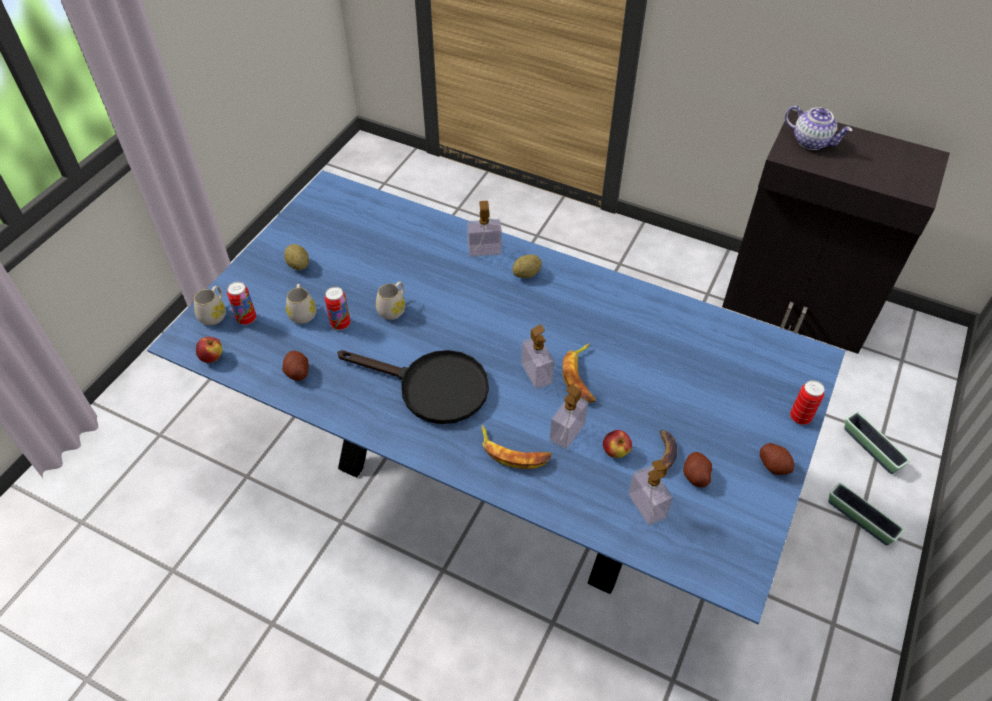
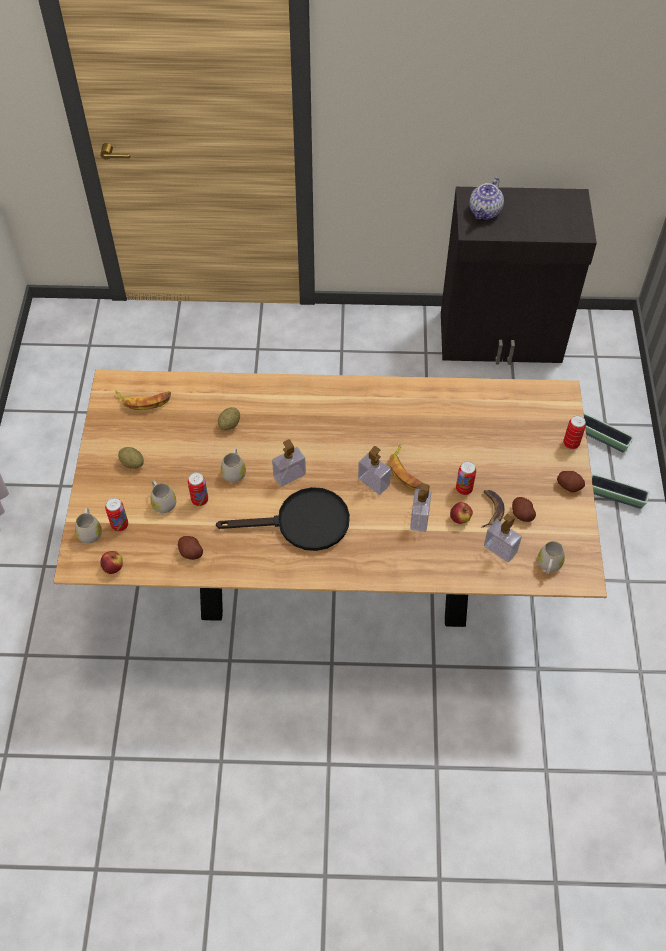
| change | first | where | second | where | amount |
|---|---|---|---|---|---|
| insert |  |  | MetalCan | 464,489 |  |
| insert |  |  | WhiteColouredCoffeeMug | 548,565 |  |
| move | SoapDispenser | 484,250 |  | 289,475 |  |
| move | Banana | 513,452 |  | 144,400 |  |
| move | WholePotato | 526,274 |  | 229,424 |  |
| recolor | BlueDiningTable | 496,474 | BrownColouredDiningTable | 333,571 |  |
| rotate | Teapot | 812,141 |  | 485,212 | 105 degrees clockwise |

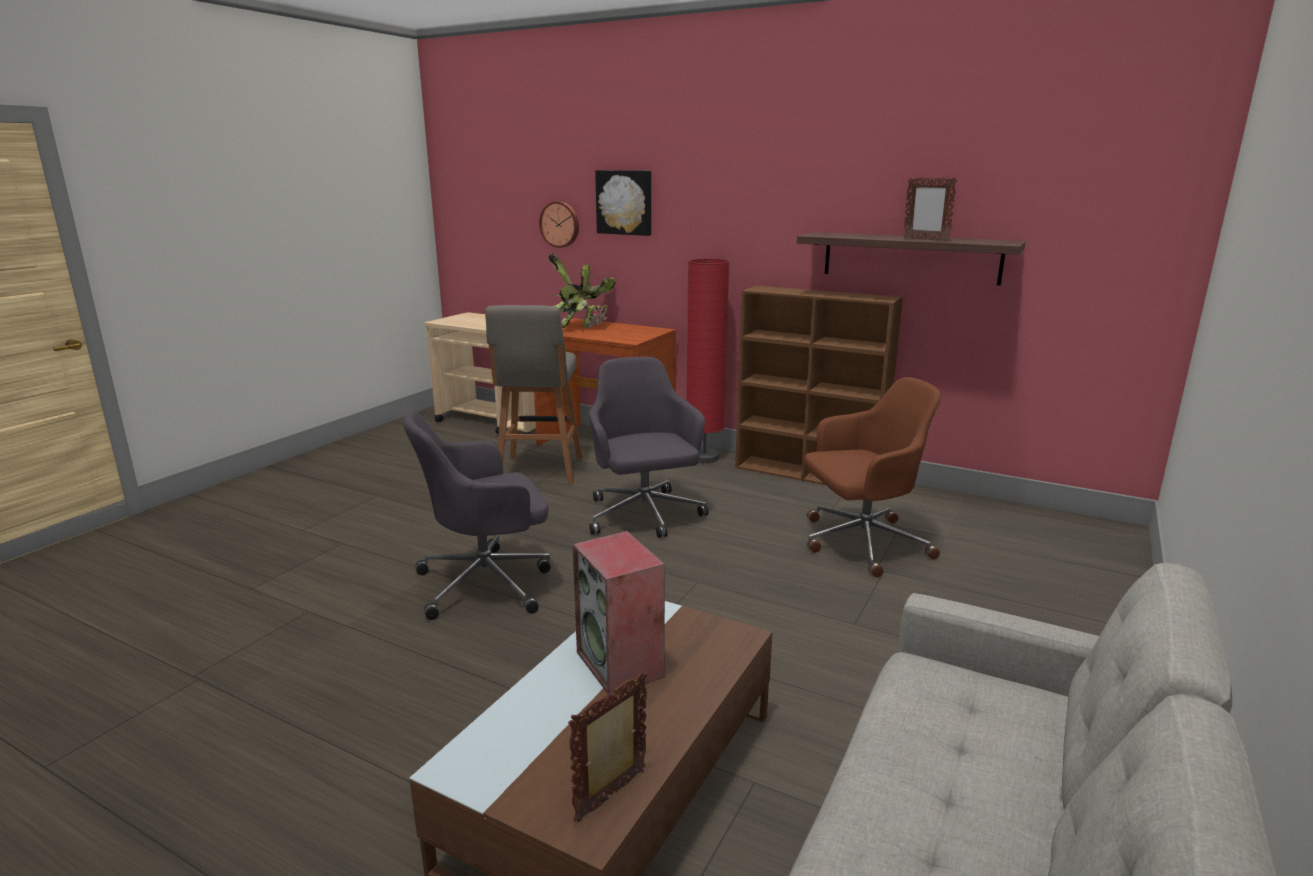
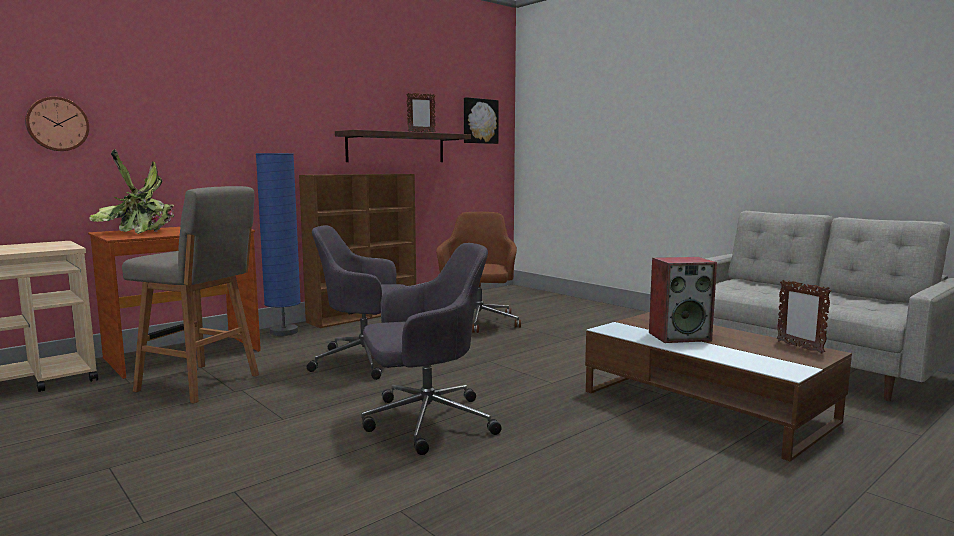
| change | first | where | second | where | amount |
|---|---|---|---|---|---|
| move | Picture | 625,202 |  | 479,121 |  |
| recolor | RedStandingLamp | 704,457 | BlueStandingLamp | 284,332 |  |
| rotate | GrayComputerChair | 488,583 |  | 425,421 | 105 degrees counterclockwise |

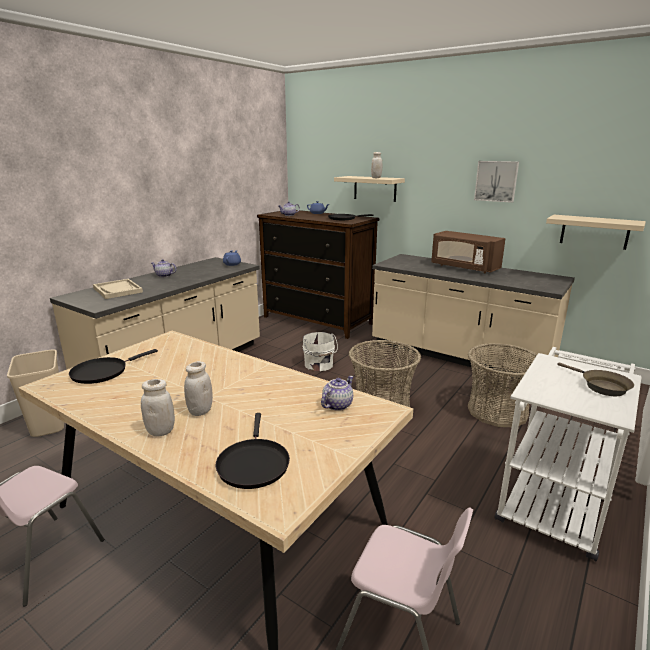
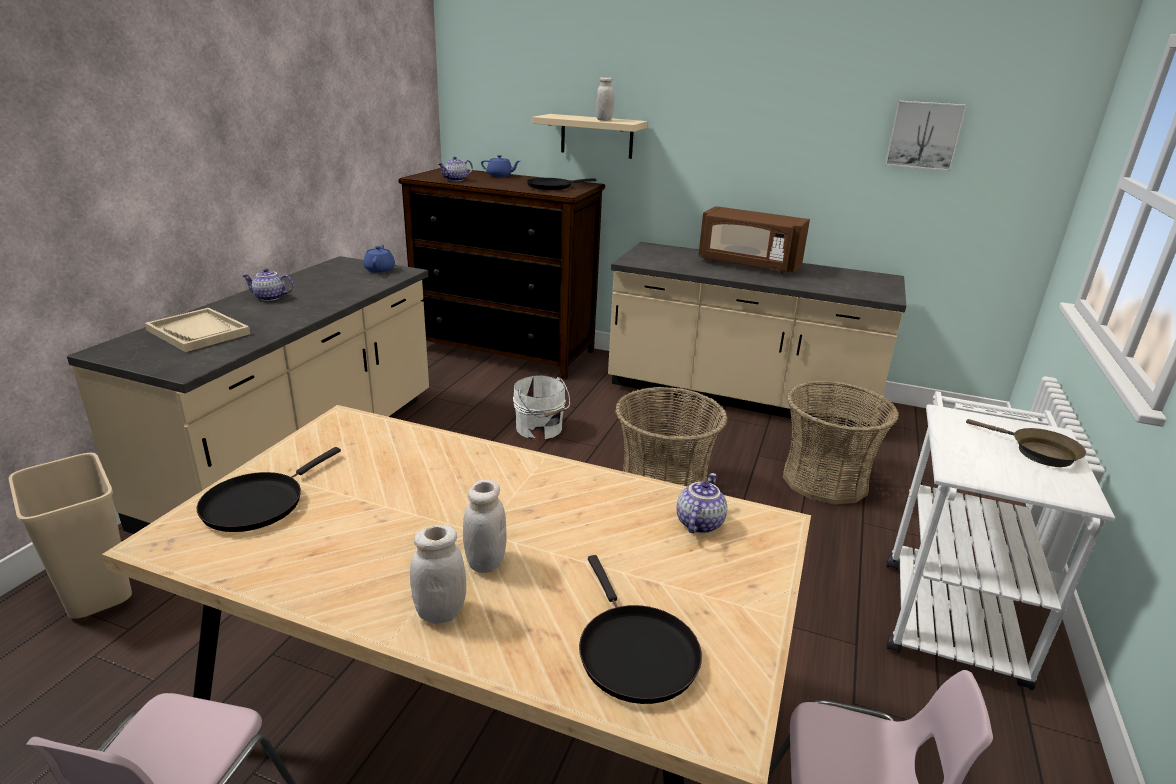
| change | first | where | second | where | amount |
|---|---|---|---|---|---|
| delete | SandColouredShelf | 594,232 |  |  |  |
| move | Picture | 496,181 |  | 924,135 |  |

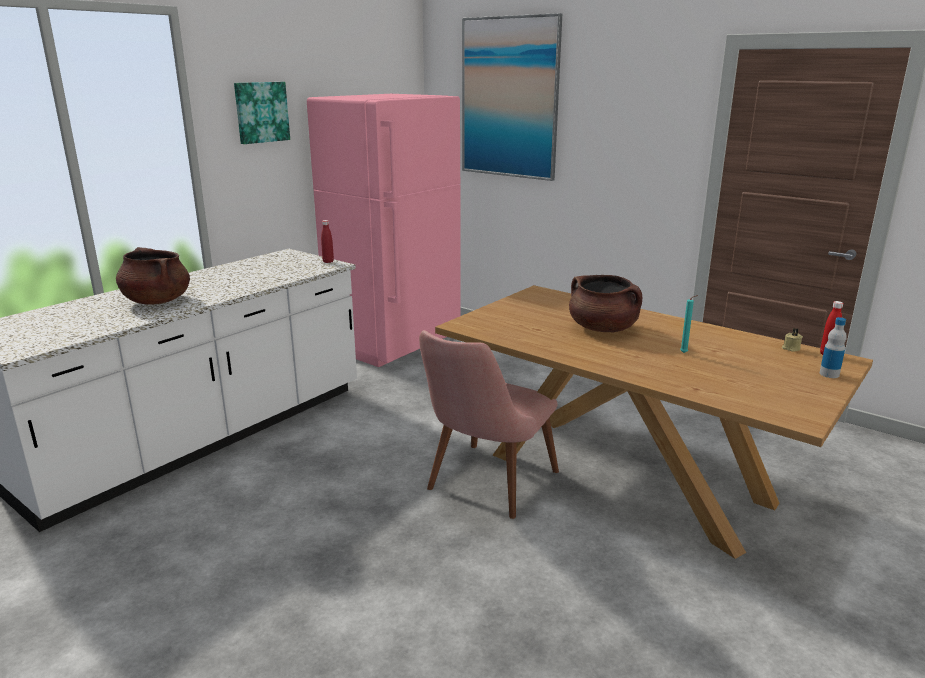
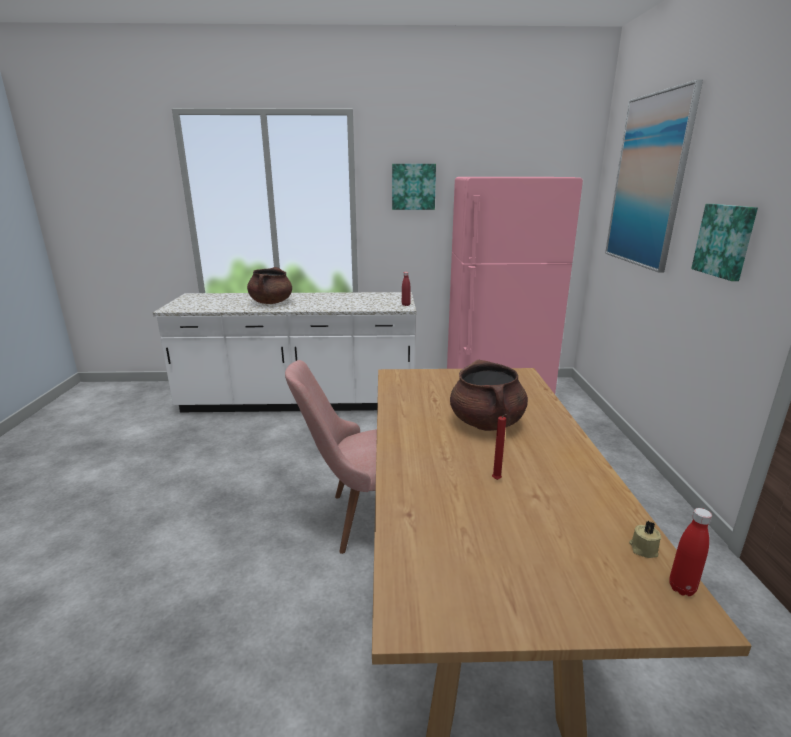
| change | first | where | second | where | amount |
|---|---|---|---|---|---|
| delete | DrinkBottle | 829,374 |  |  |  |
| insert |  |  | Picture | 725,241 |  |
| recolor | BlueGreenWaxCandle | 685,353 | RedWaxCandle | 497,480 |  |

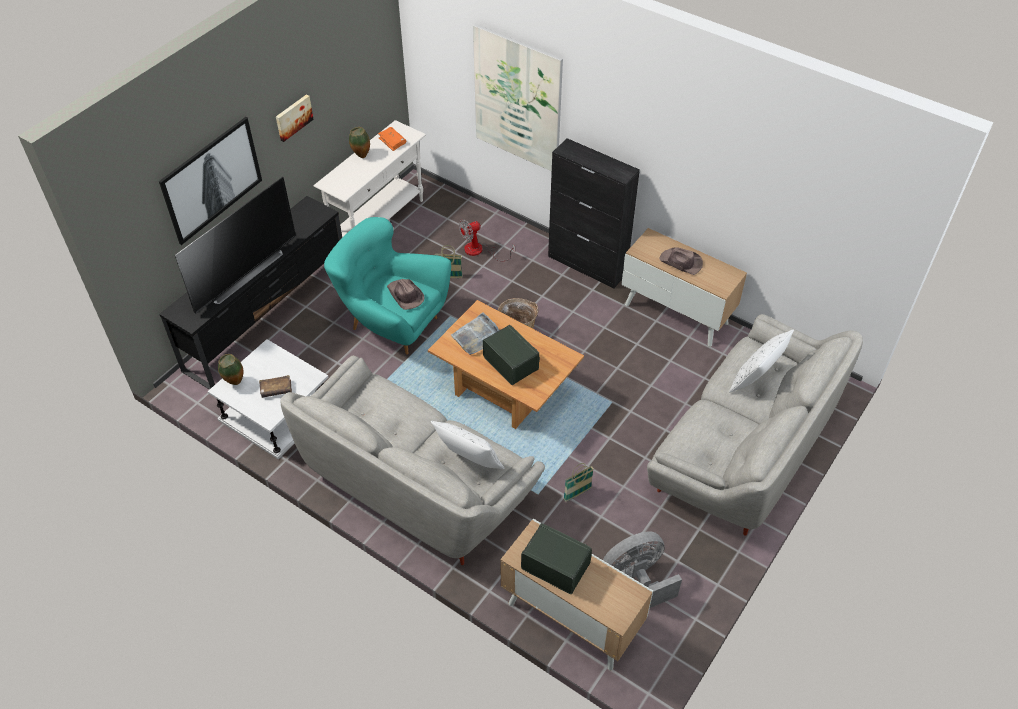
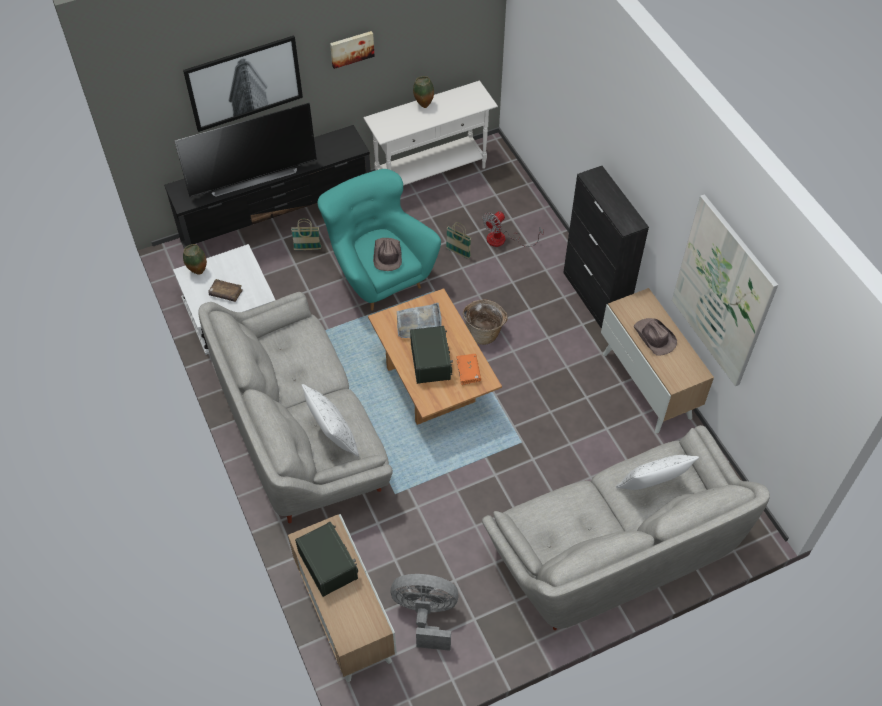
| change | first | where | second | where | amount |
|---|---|---|---|---|---|
| move | OrangeVolume | 392,141 |  | 468,371 |  |
| move | Picture | 517,99 |  | 722,292 |  |
| move | HouseholdBasket | 577,494 |  | 307,248 |  |
| rotate | CoolingFan | 480,251 |  | 503,240 | 45 degrees counterclockwise |

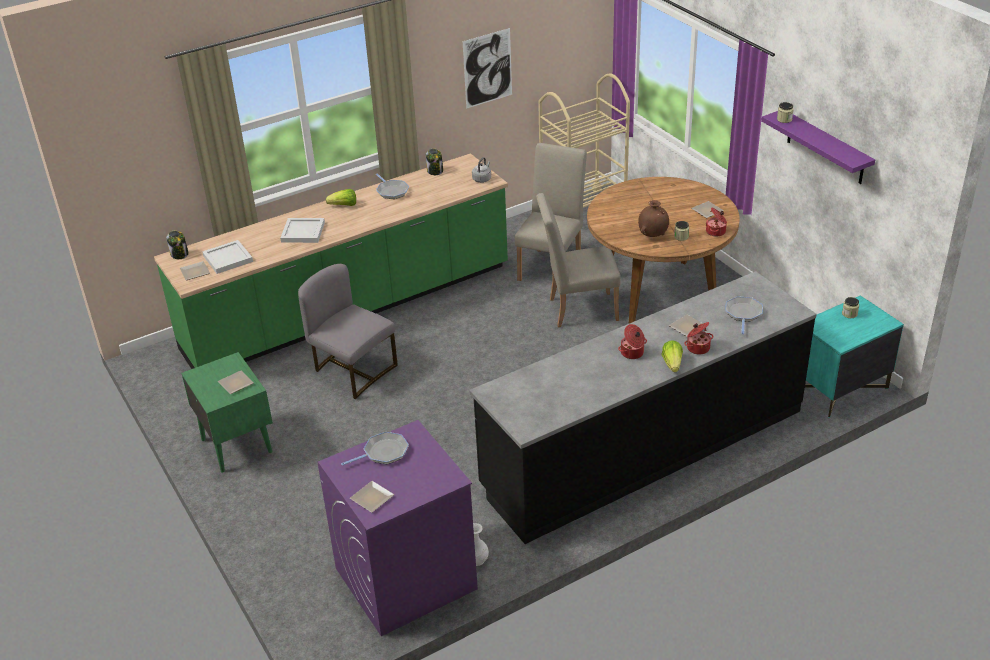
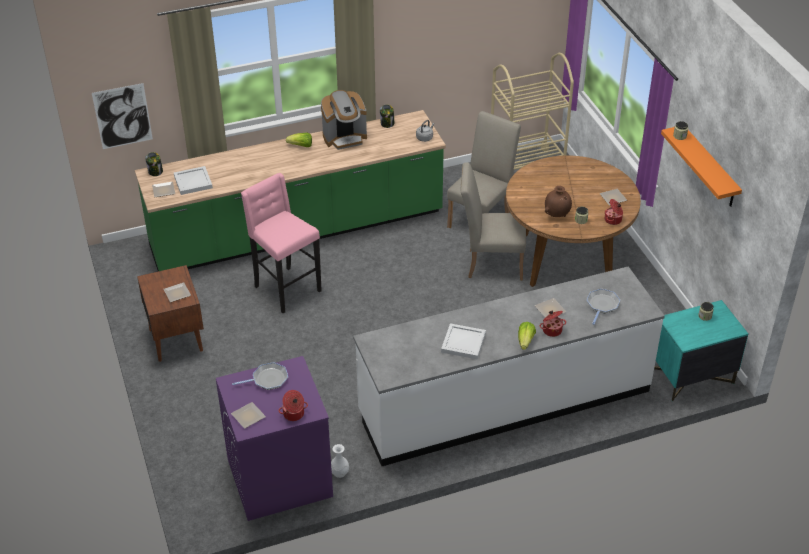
| change | first | where | second | where | amount |
|---|---|---|---|---|---|
| move | WhiteColouredCarryingTray | 303,232 |  | 464,342 |  |
| move | Picture | 487,68 |  | 122,116 |  |
| move | CookingPot | 632,353 |  | 294,414 |  |
| replace | GrayUprightChair | 353,370 | PinkColouredStoolSeat | 286,289 |  |
| replace | Pan | 392,191 | CoffeeMachine | 345,138 |  |
| recolor | GreenishBedsideTable | 237,444 | BrownColouredBedsideTable | 176,339 |  |
| recolor | BlackCounter | 643,449 | WhiteColouredCounter | 504,401 |  |
| recolor | PurpleColouredShelf | 825,147 | OrangeShelf | 709,167 |  |

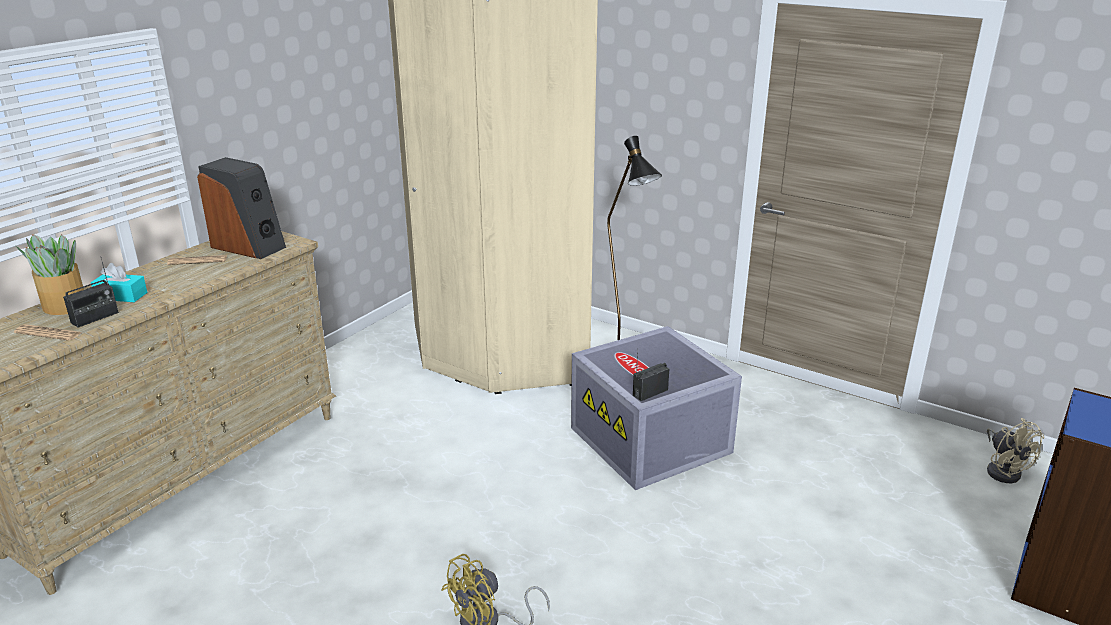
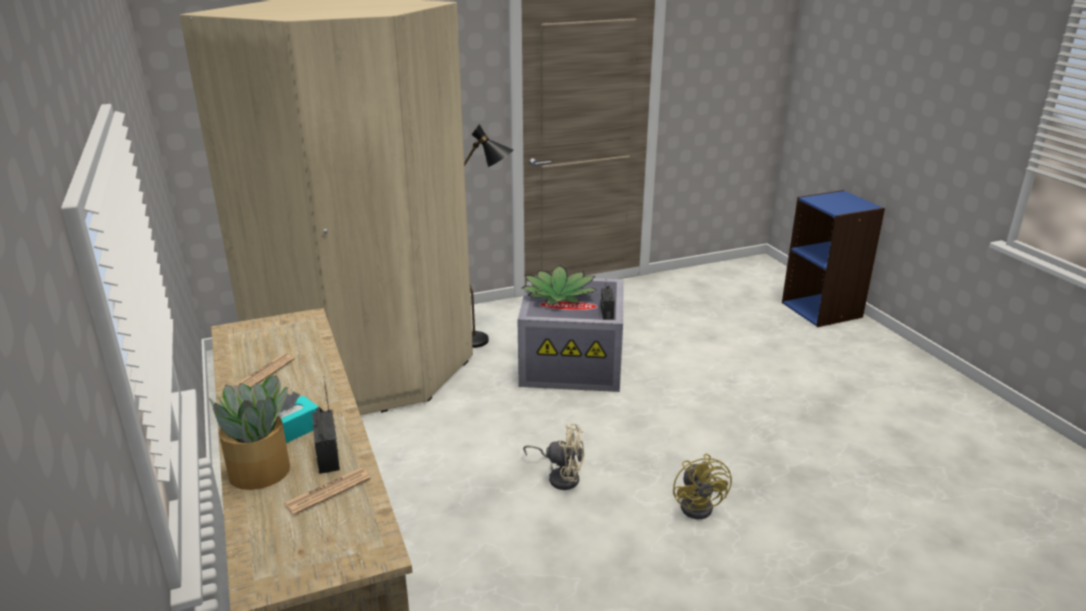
| change | first | where | second | where | amount |
|---|---|---|---|---|---|
| delete | Speaker | 249,246 |  |  |  |
| insert |  |  | PlantInAPot | 559,295 |  |
| move | SandColouredCoolingFan | 1003,470 |  | 560,476 |  |

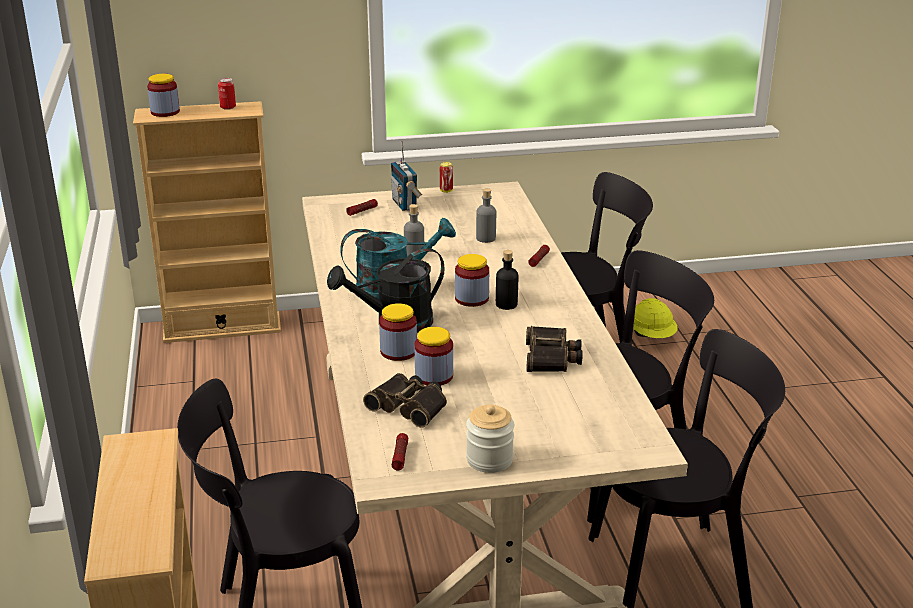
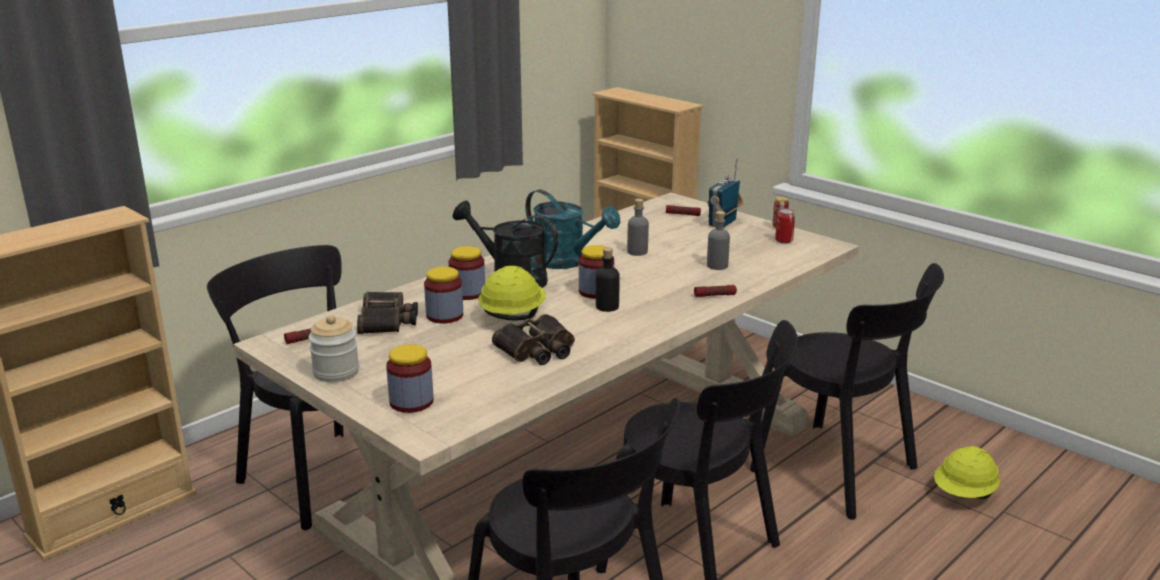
| change | first | where | second | where | amount |
|---|---|---|---|---|---|
| insert |  |  | YellowishHardHat | 512,317 |  |
| move | StorageJar | 165,112 |  | 411,402 |  |
| move | MetalCan | 228,107 |  | 783,241 |  |

